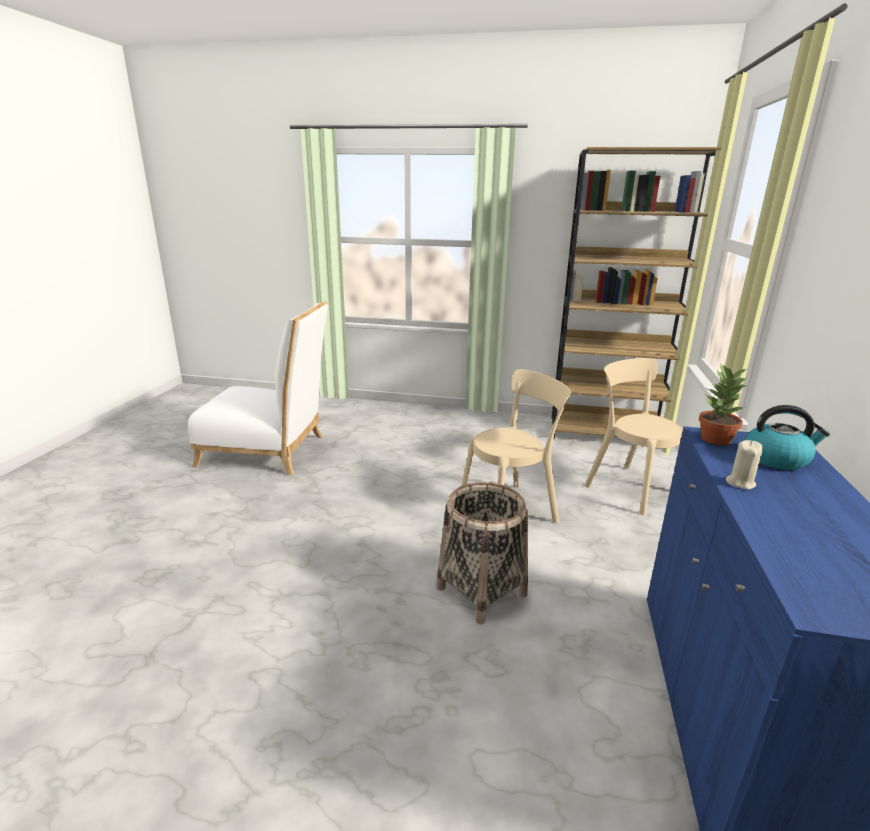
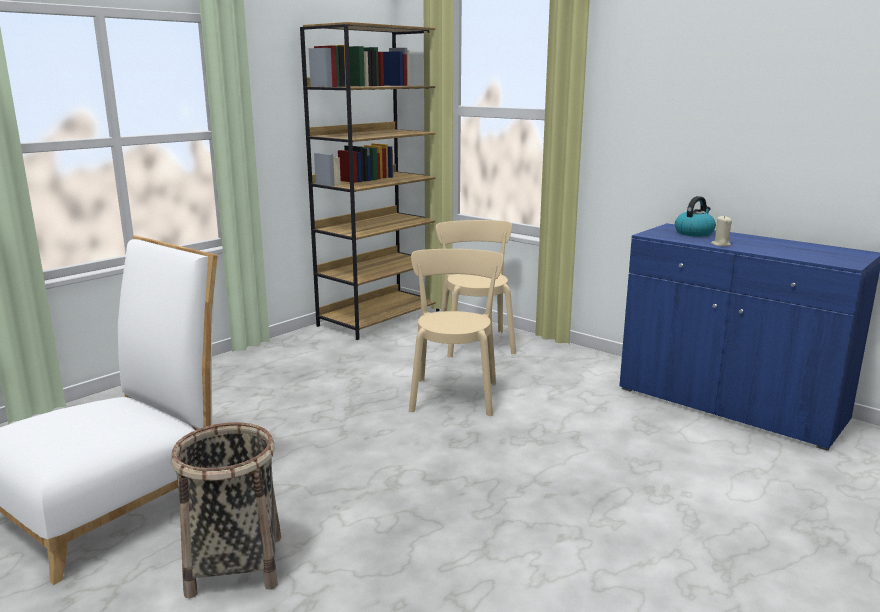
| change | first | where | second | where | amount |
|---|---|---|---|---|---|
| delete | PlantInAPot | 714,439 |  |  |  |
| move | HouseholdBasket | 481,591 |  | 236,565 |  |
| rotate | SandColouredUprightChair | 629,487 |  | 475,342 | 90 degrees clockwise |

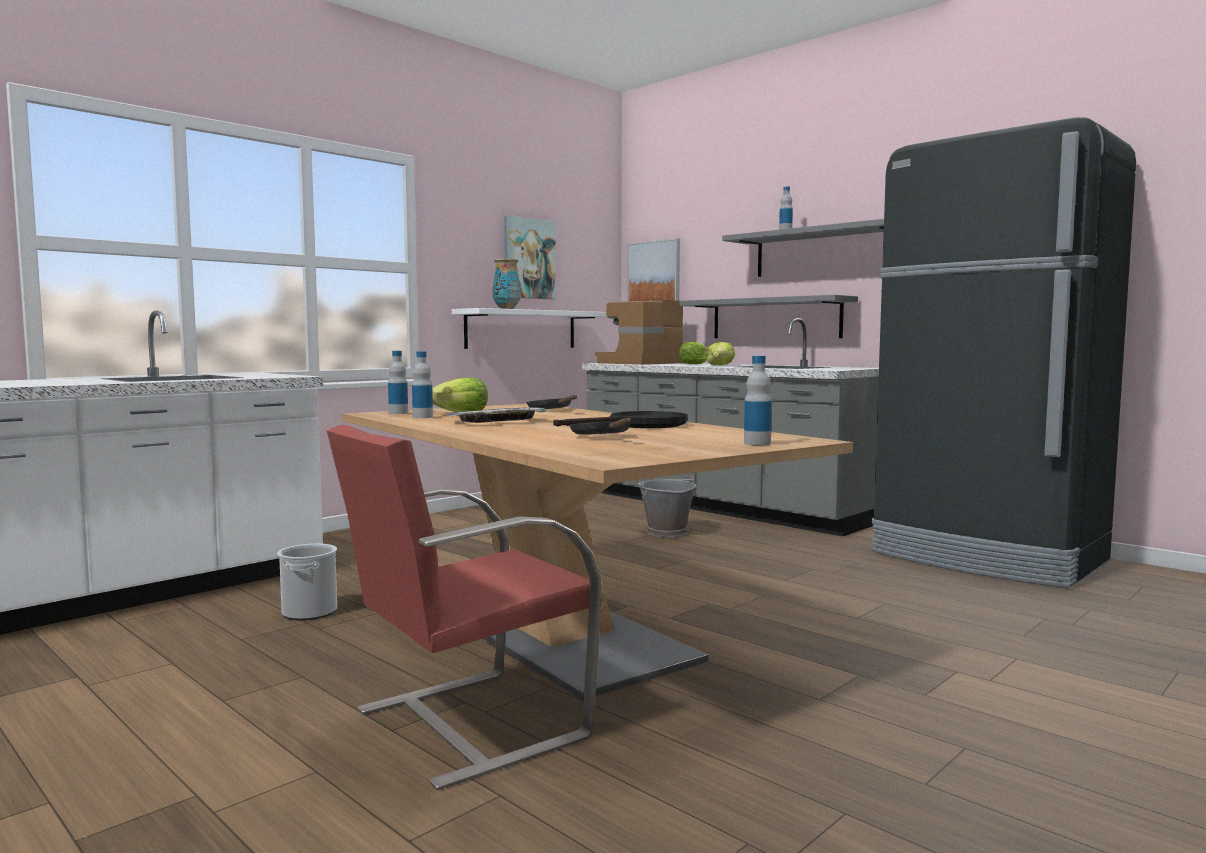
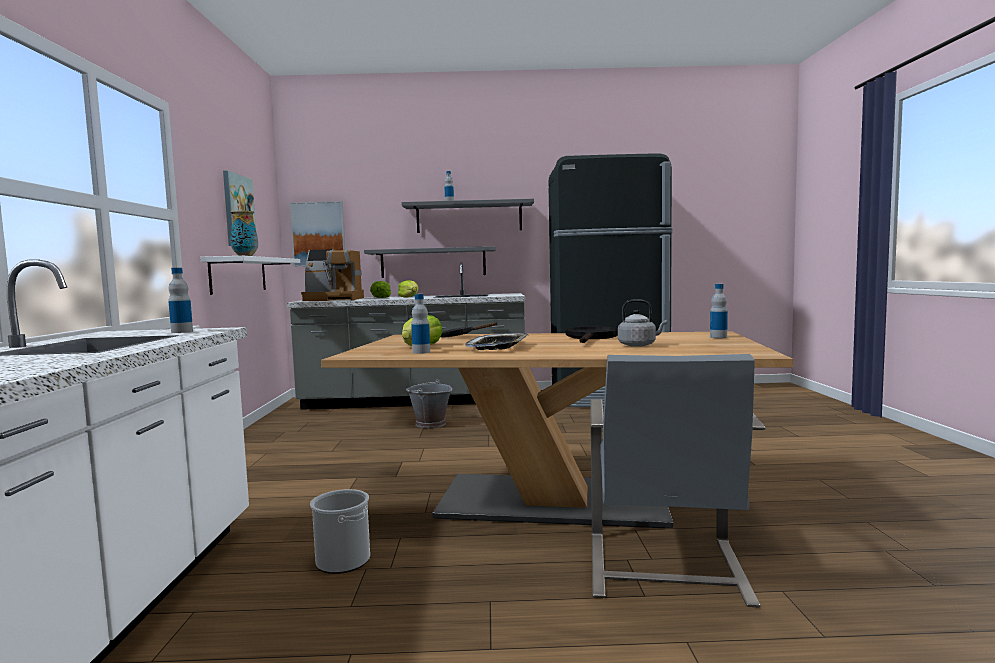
| change | first | where | second | where | amount |
|---|---|---|---|---|---|
| move | DrinkBottle | 398,413 |  | 182,332 |  |
| replace | BlackPan | 603,437 | GrayKettle | 639,345 |  |
| recolor | RedUprightChair | 466,724 | GrayUprightChair | 665,569 |  |
| rotate | CoffeeMachine | 641,363 |  | 333,299 | 90 degrees counterclockwise |

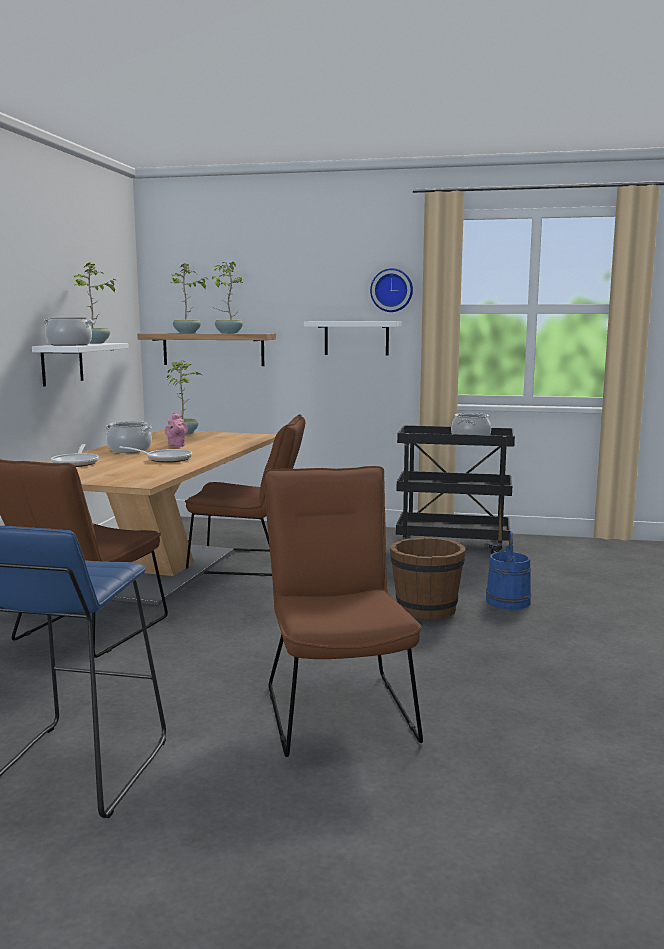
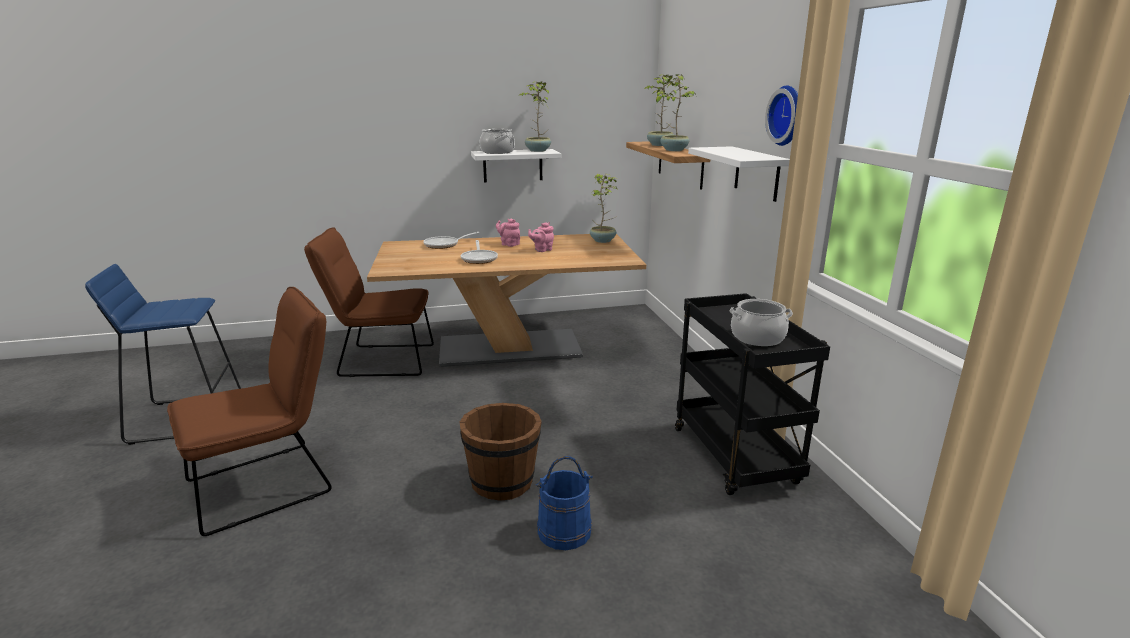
| change | first | where | second | where | amount |
|---|---|---|---|---|---|
| delete | BrownColouredUprightChair | 249,562 |  |  |  |
| replace | CookingPot | 130,450 | PinkColouredTeapot | 509,244 |  |

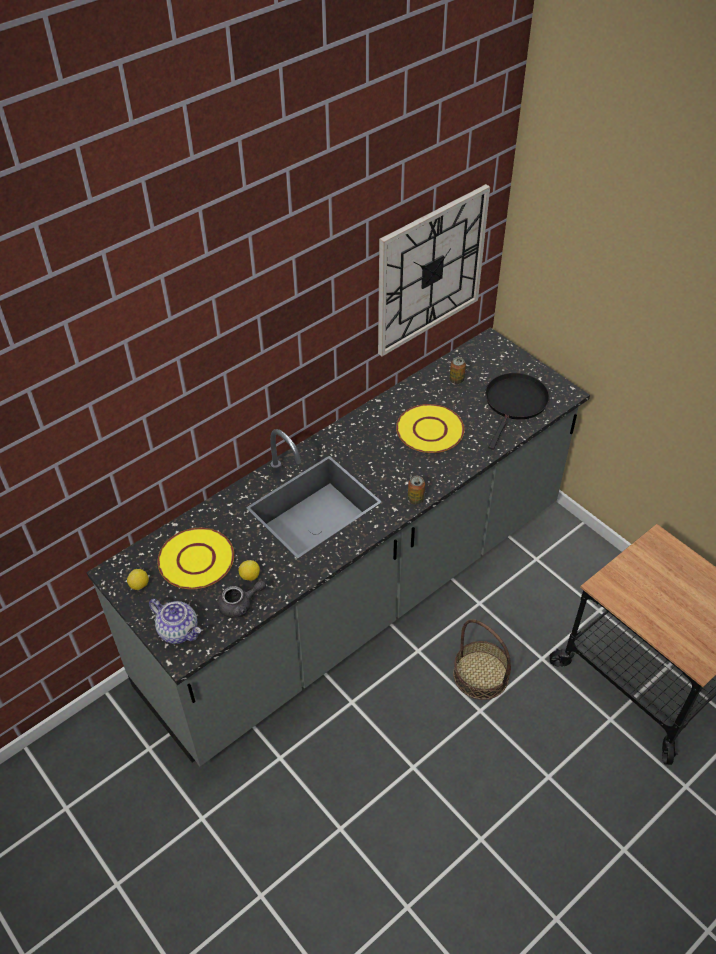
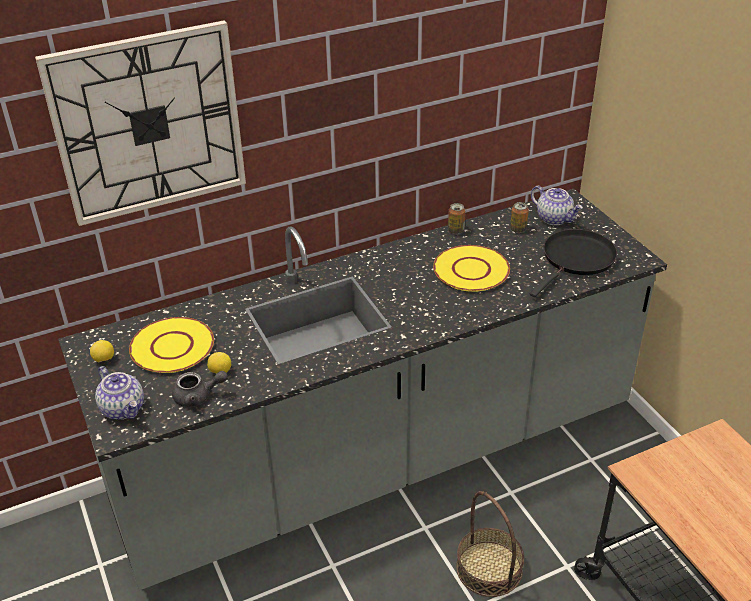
| change | first | where | second | where | amount |
|---|---|---|---|---|---|
| insert |  |  | Teapot | 554,218 |  |
| move | HangingClock | 430,270 |  | 148,124 |  |
| move | MetalCan | 415,499 |  | 456,230 |  |

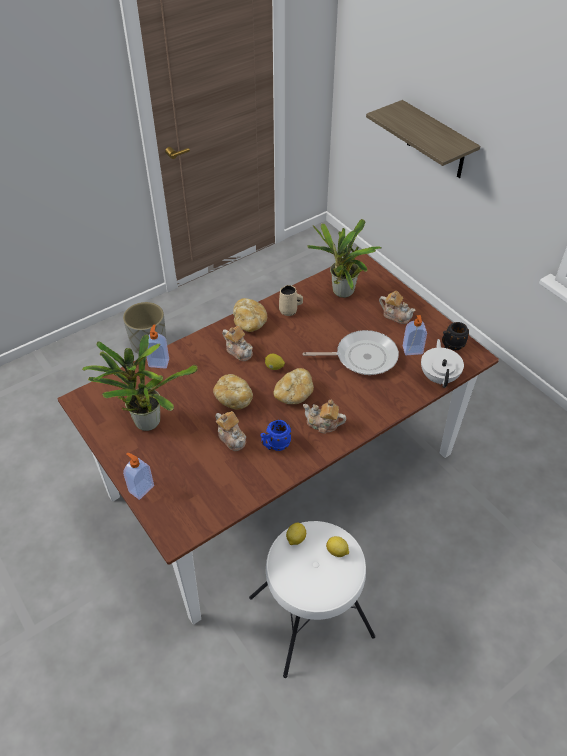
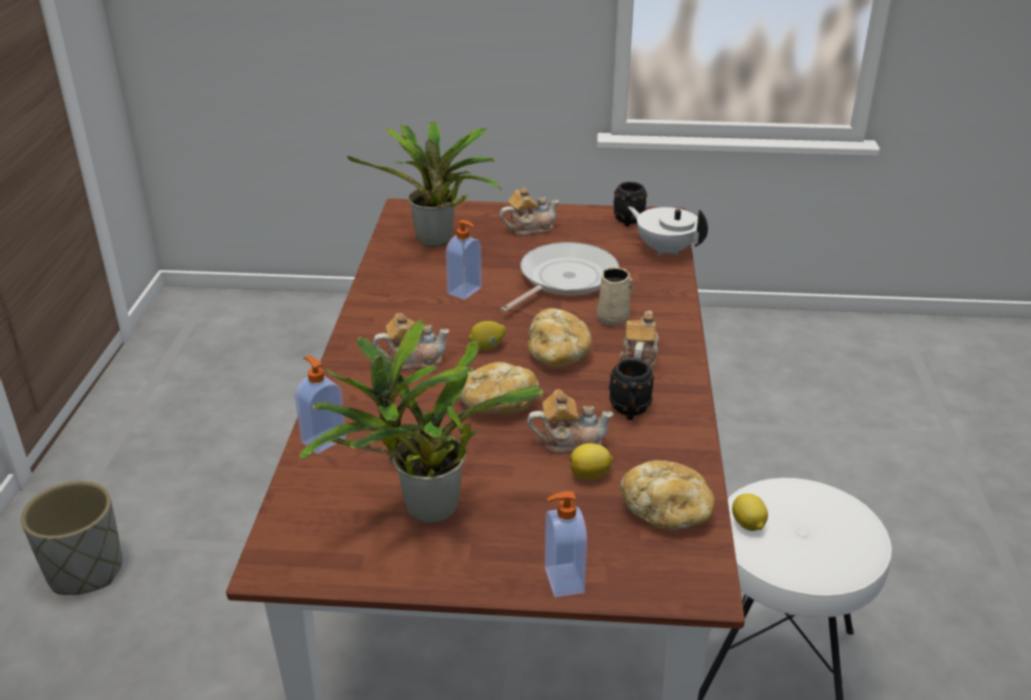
| change | first | where | second | where | amount |
|---|---|---|---|---|---|
| delete | Shelf | 436,141 |  |  |  |
| move | BakeryBread | 249,322 |  | 666,511 |  |
| move | SandColouredCoffeeMug | 289,311 |  | 614,318 |  |
| move | Lemon | 337,551 |  | 591,475 |  |
| move | SoapDispenser | 412,351 |  | 465,291 |  |
| recolor | BlueCoffeeMug | 275,445 | BlackCoffeeMug | 630,411 |  |
| rotate | Teapot | 323,424 |  | 639,357 | 135 degrees clockwise |

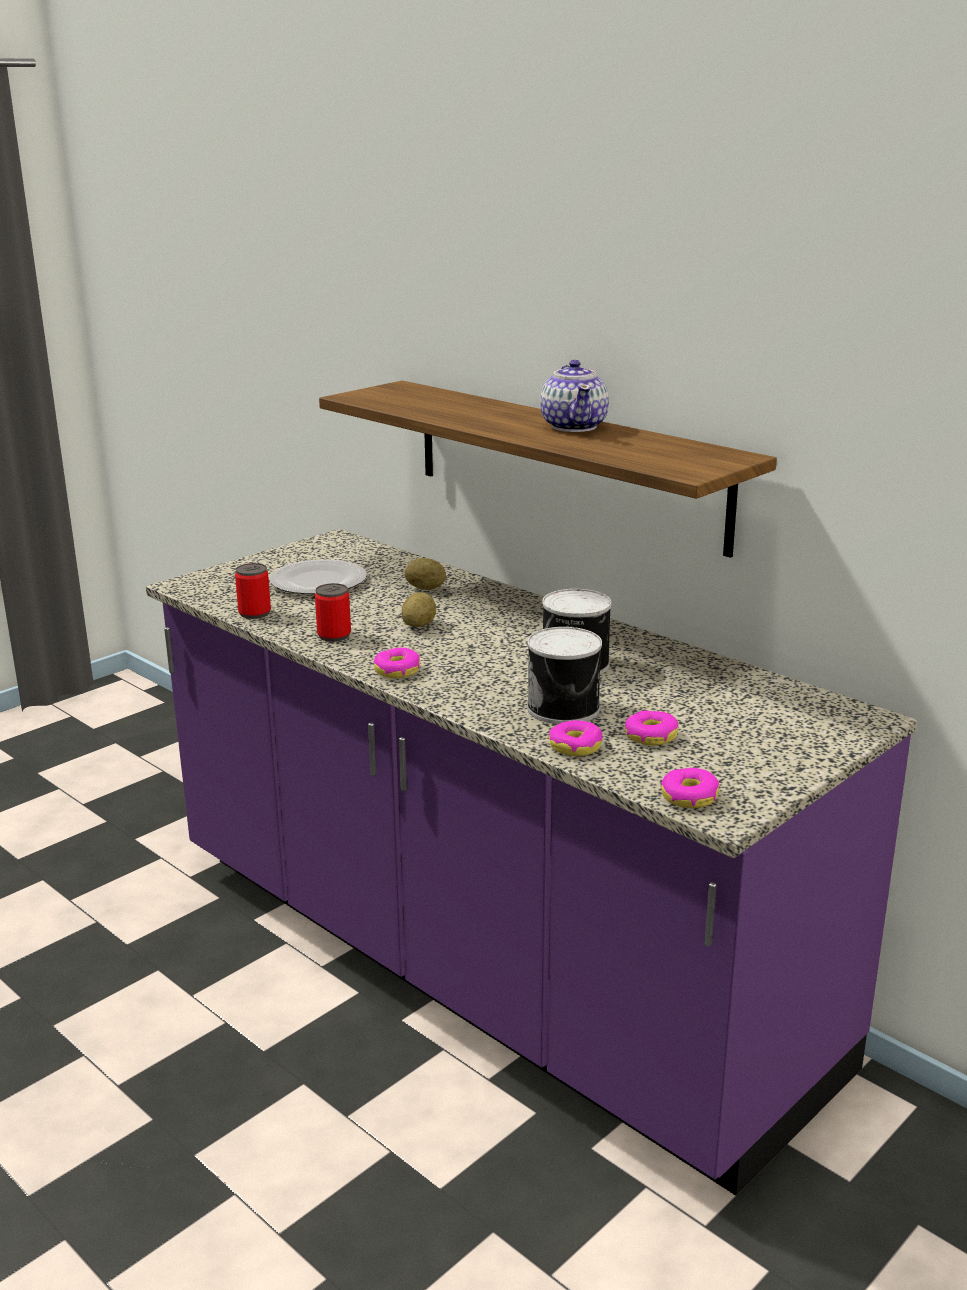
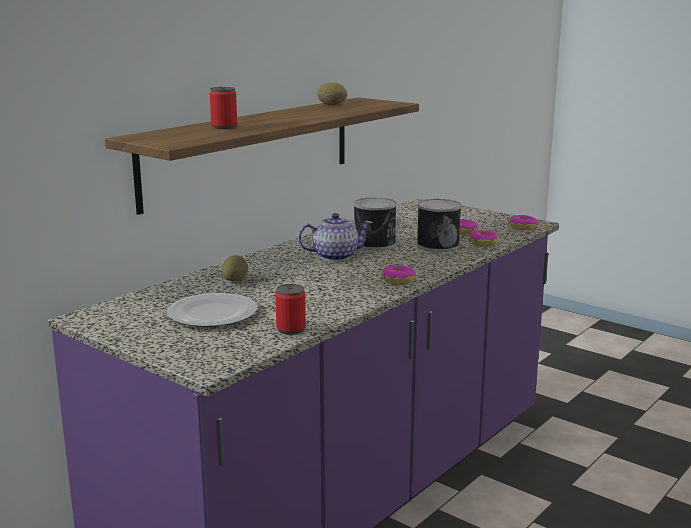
| change | first | where | second | where | amount |
|---|---|---|---|---|---|
| move | MetalCan | 334,635 |  | 224,127 |  |
| move | WholePotato | 419,625 |  | 332,105 |  |
| move | Teapot | 574,426 |  | 335,256 |  |

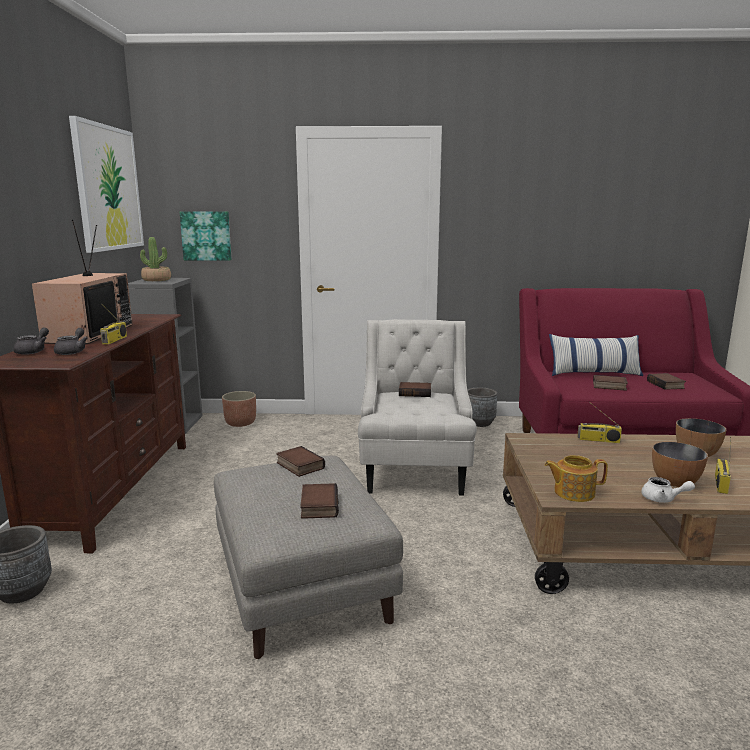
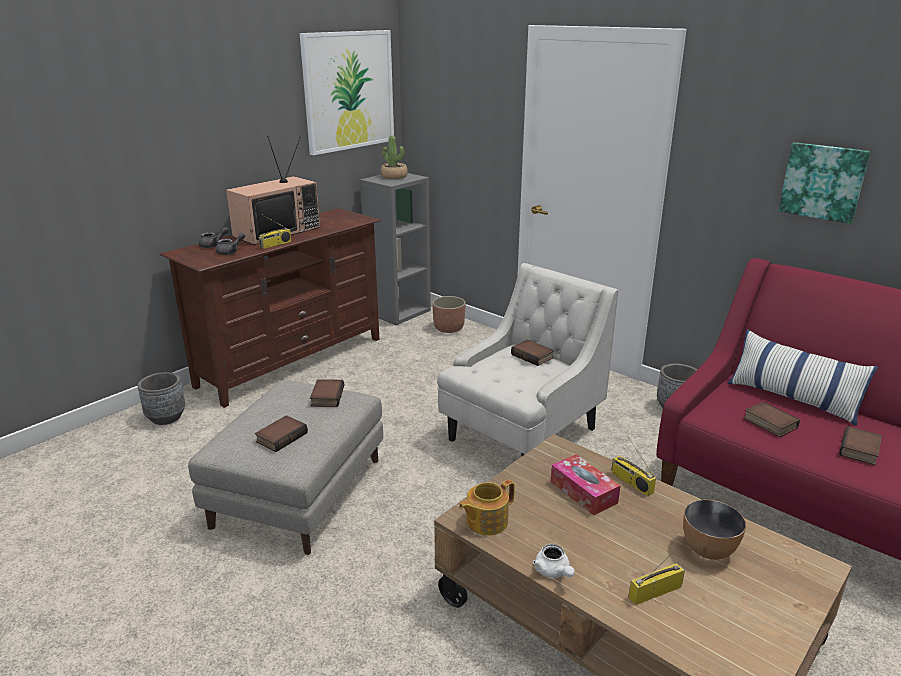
| change | first | where | second | where | amount |
|---|---|---|---|---|---|
| delete | DeepDish | 675,483 |  |  |  |
| insert |  |  | TissueBox | 583,492 |  |
| move | Picture | 206,236 |  | 823,182 |  |
| rotate | Teapot | 573,492 |  | 485,521 | 75 degrees counterclockwise |

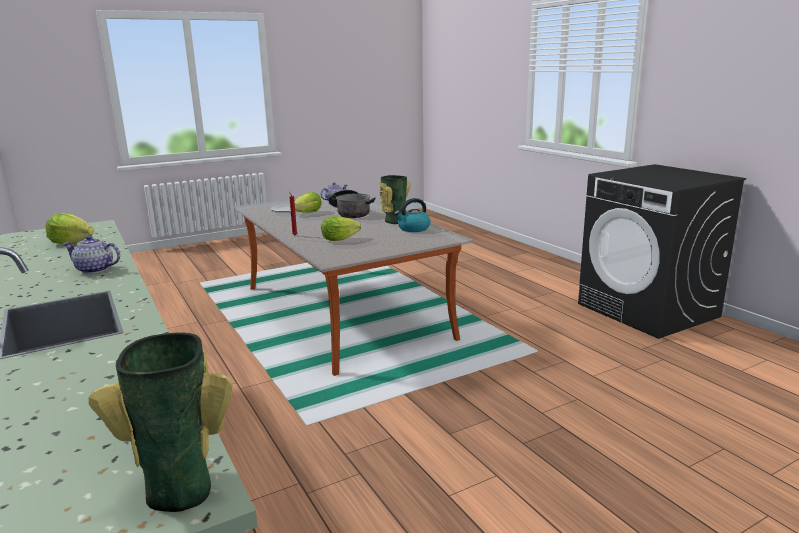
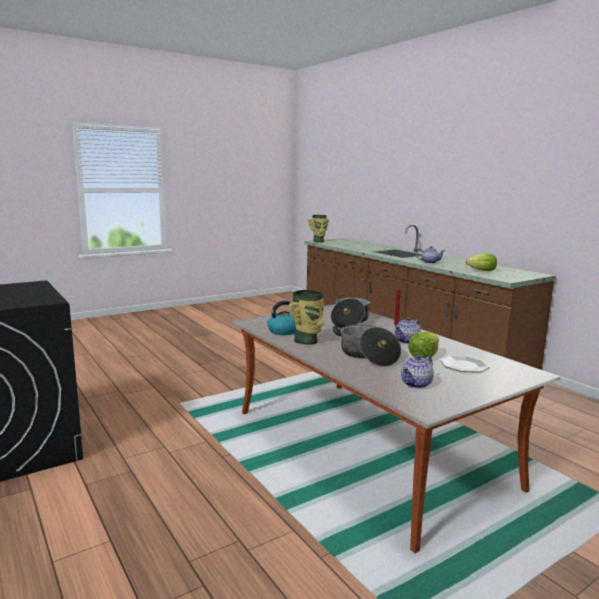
| change | first | where | second | where | amount |
|---|---|---|---|---|---|
| insert |  |  | Teapot | 407,341 |  |
| replace | HeadOfLettuce | 339,239 | CookingPot | 350,321 |  |

